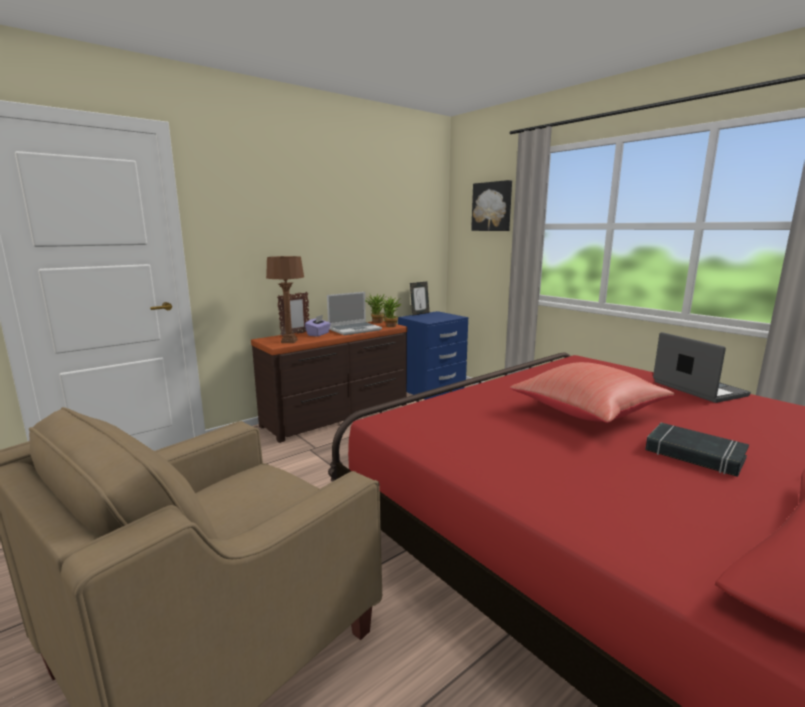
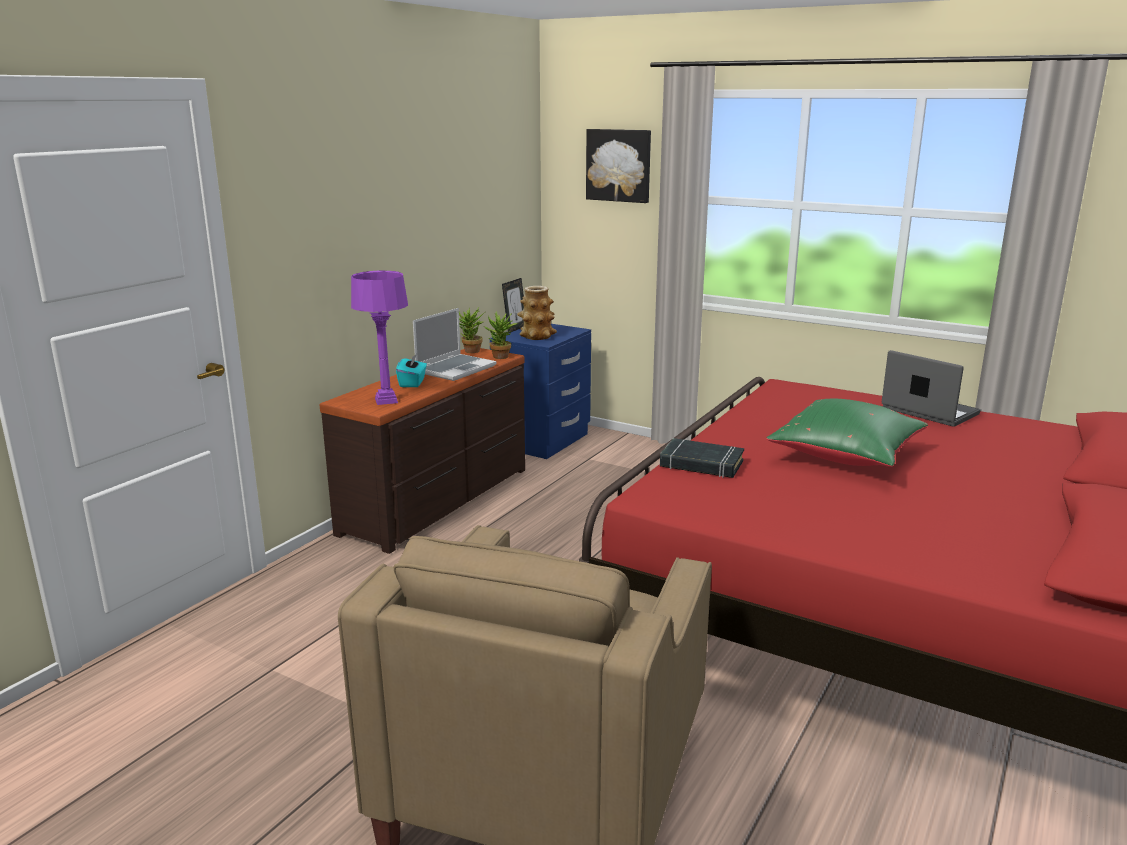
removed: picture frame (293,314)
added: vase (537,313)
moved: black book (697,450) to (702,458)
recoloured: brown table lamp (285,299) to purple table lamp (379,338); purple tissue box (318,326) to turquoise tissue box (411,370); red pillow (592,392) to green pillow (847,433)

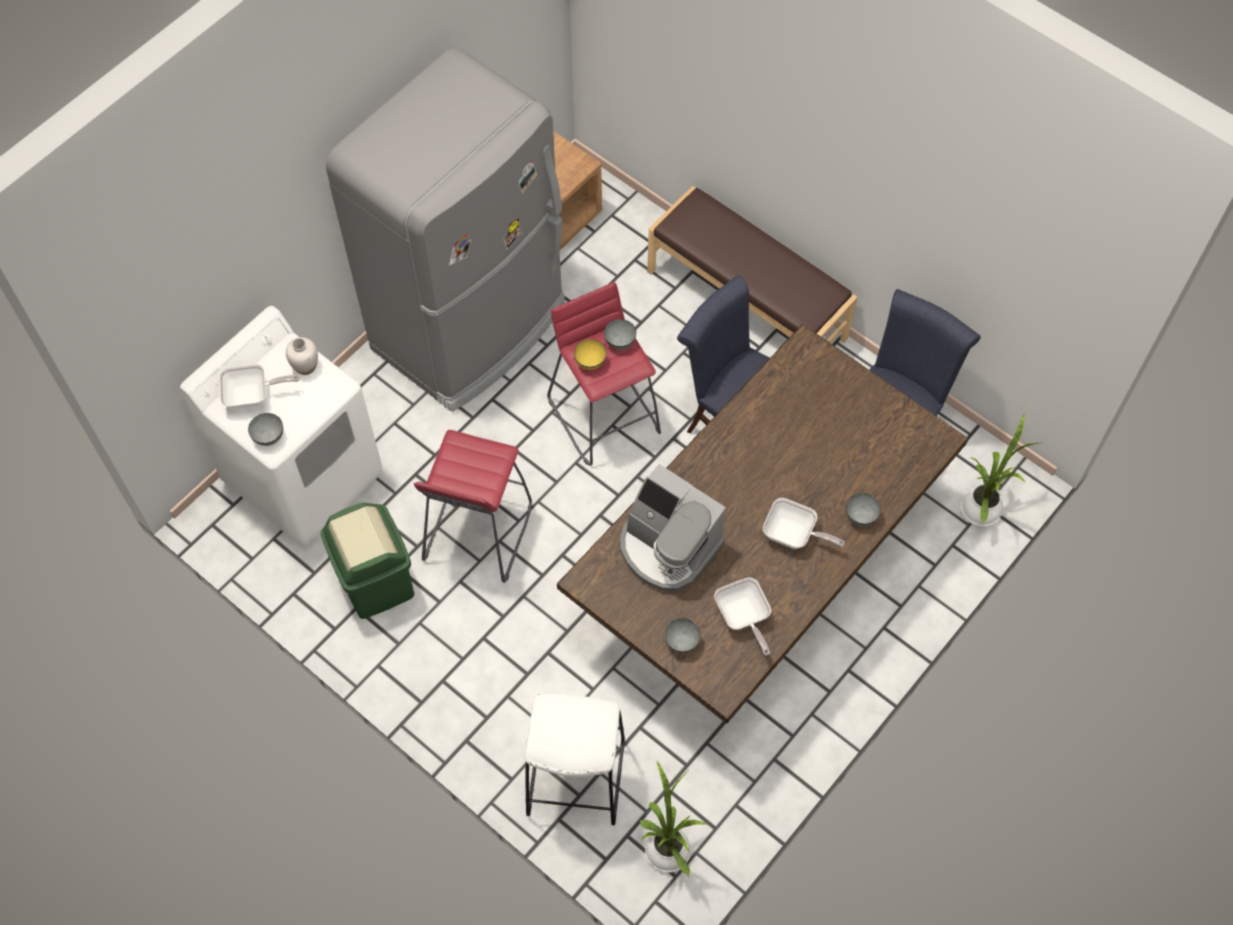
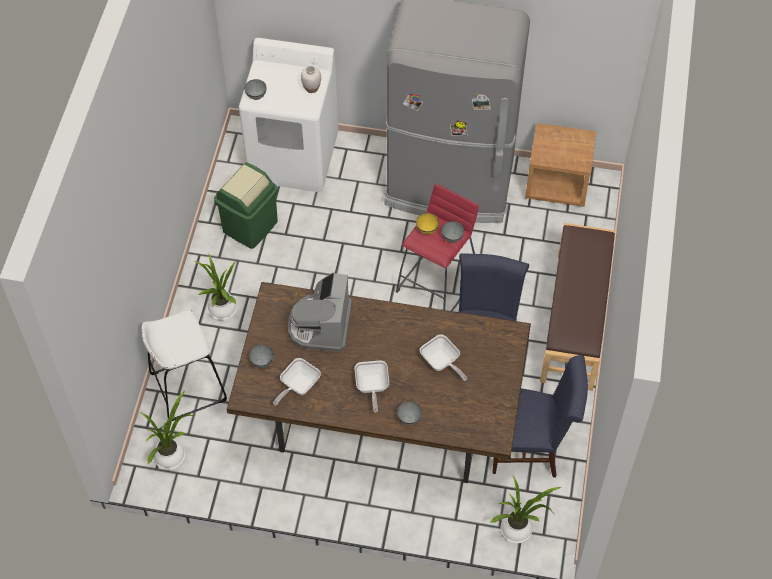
removed: red stool (473,506)
added: potted plant (216,287)
moved: frying pan (259,386) to (443,357)

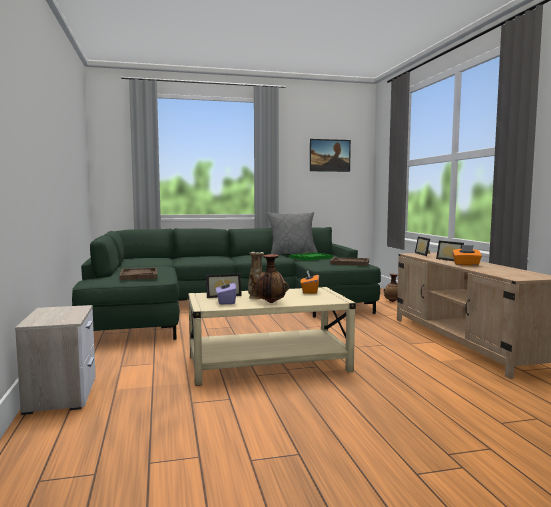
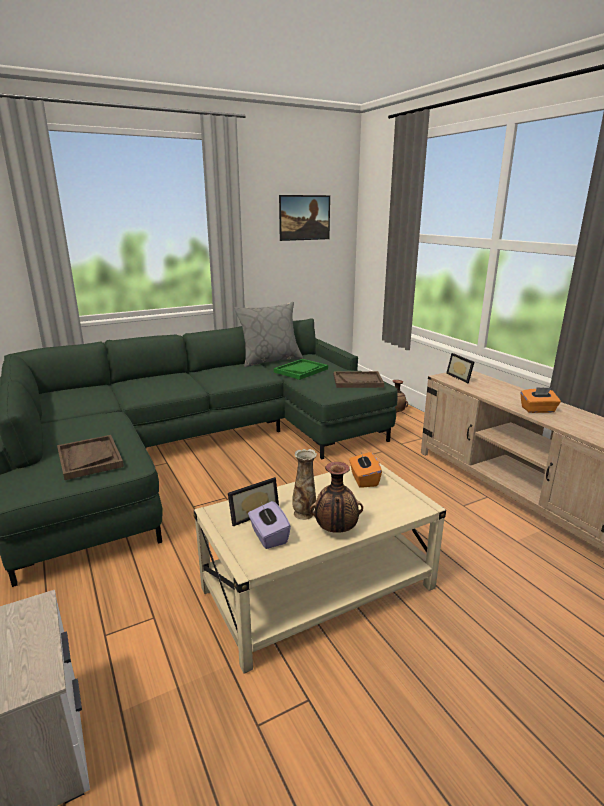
removed: picture frame (450,251)

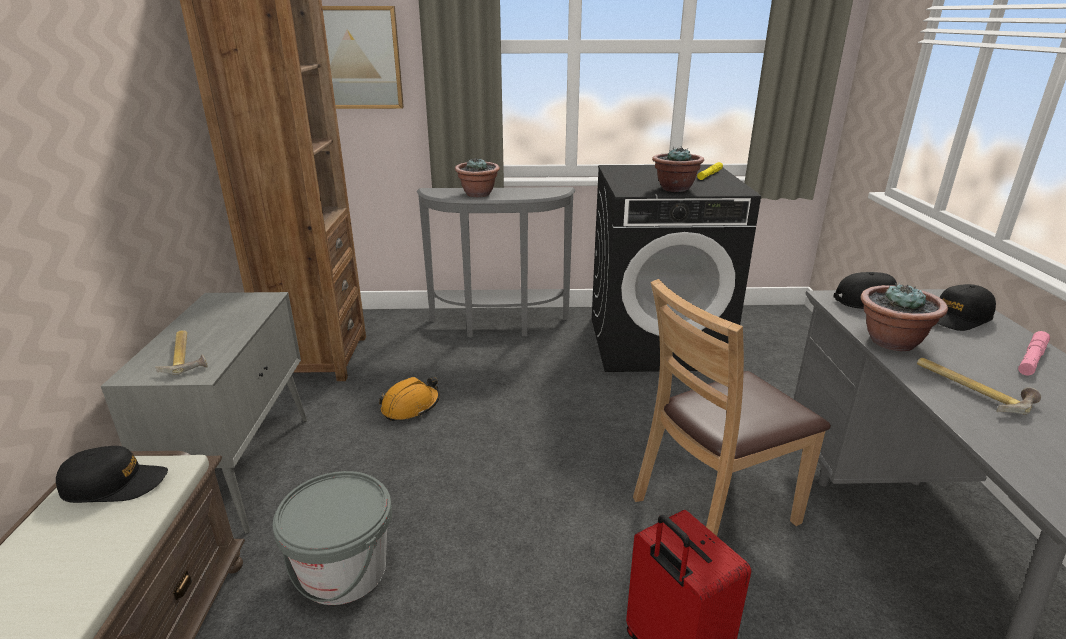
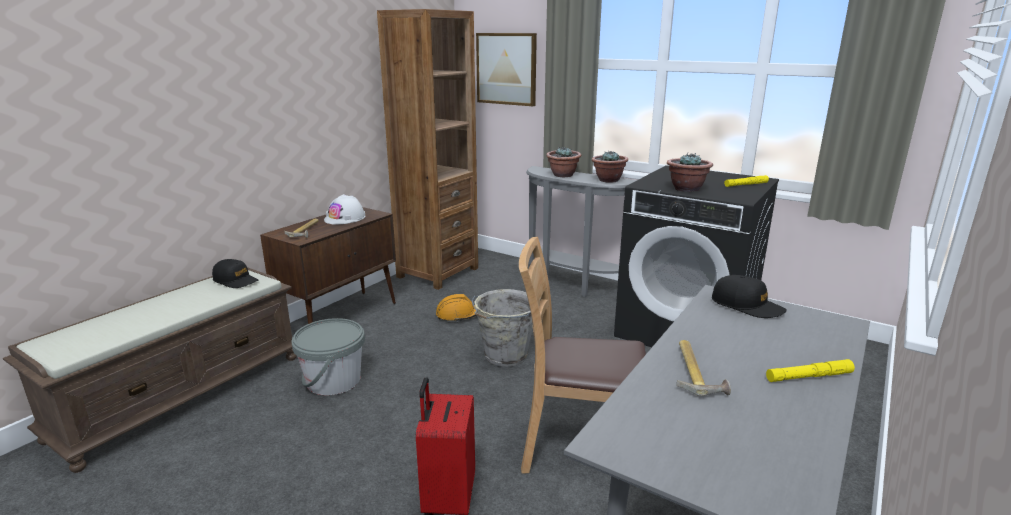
removed: black cap (966,307)
added: white hard hat (344,209); grey bucket (502,328)
moved: potted plant (904,316) to (610,167)
recoloured: grey cabinet (204,413) to brown cabinet (328,265); pink flashlight (1034,353) to yellow flashlight (810,370)

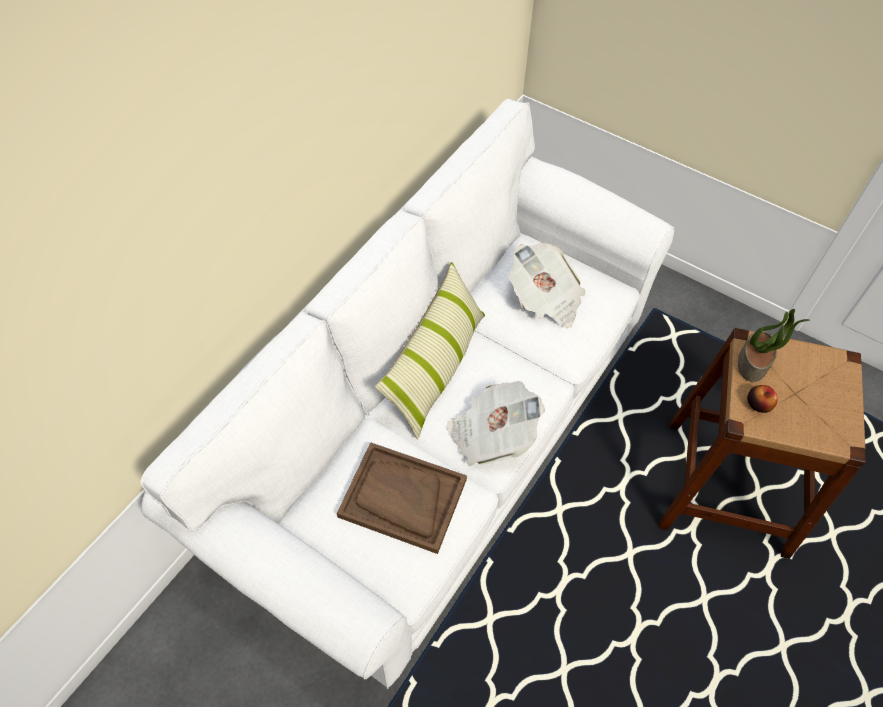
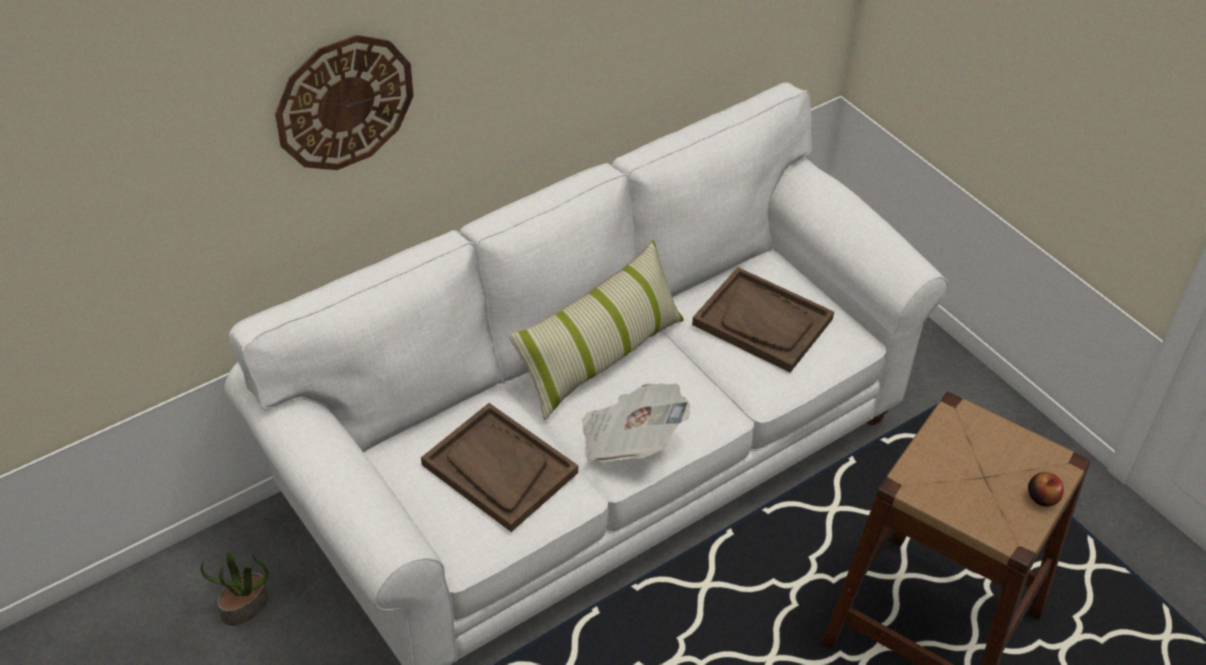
added: wall clock (344,102)
moved: potted plant (774,345) to (235,588); apple (762,399) to (1046,489)
replaced: newspaper (547,285) to brown tray (763,320)

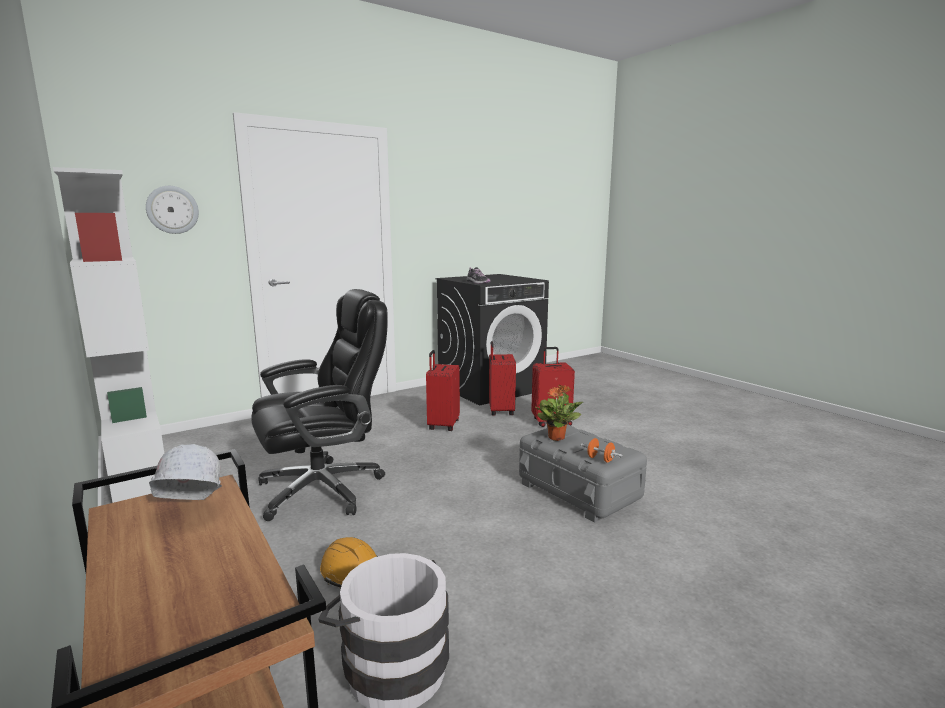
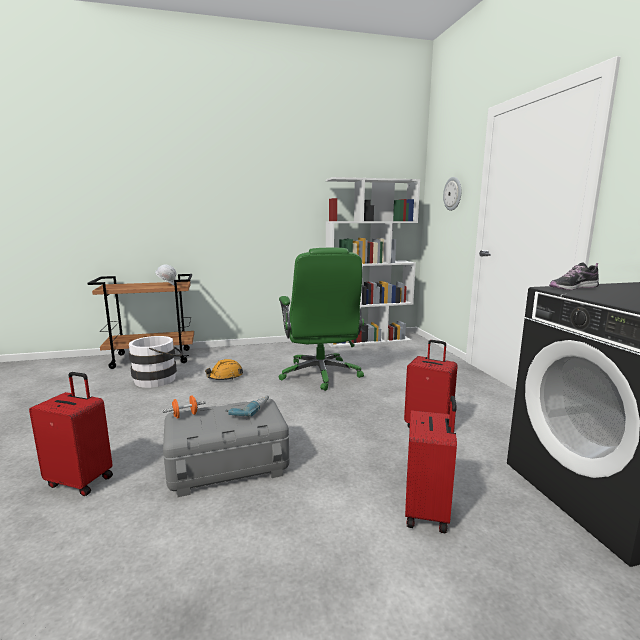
moved: red suitcase (502,378) to (71,434)
replaced: potted plant (559,413) to power drill (247,405)
recoloured: black office chair (319,405) to green office chair (321,319)

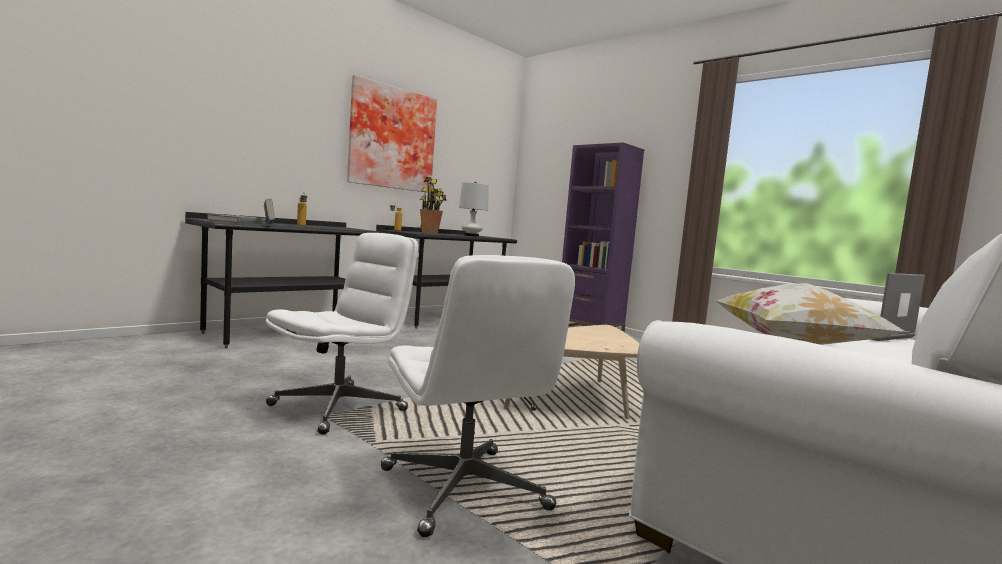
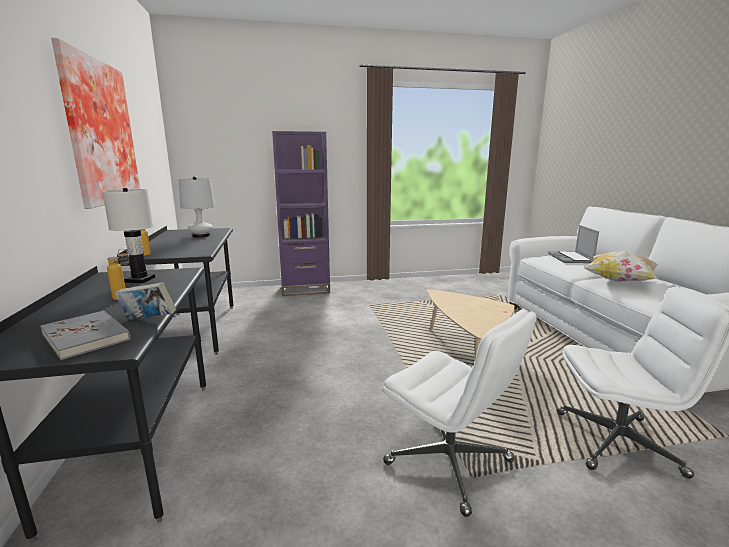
removed: potted plant (433,205)
added: white table lamp (128,235)
turned: white office chair (342,334) = (460,413) 150 degrees clockwise

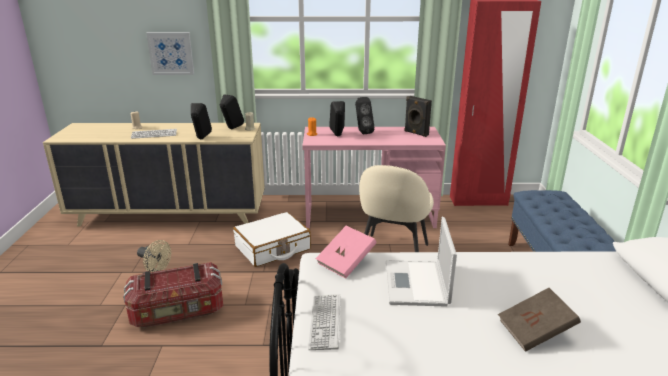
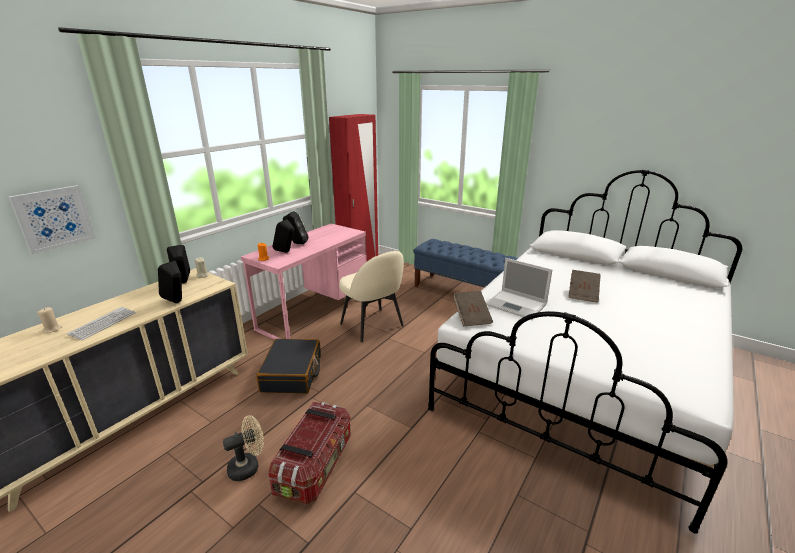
removed: keyboard (324,322); black speaker (418,116)
recoloured: white suitcase (272,239) to black suitcase (288,366); pink book (346,252) to brown book (473,308)

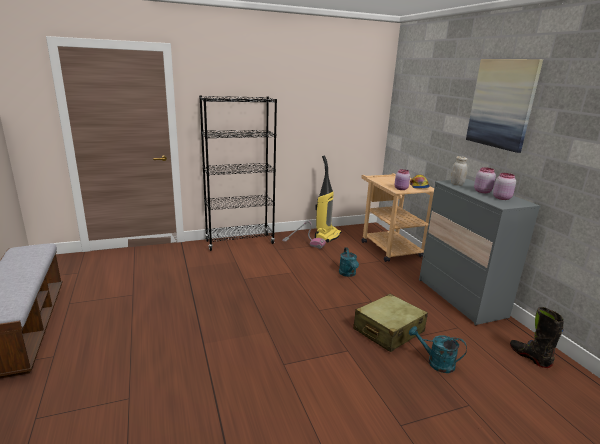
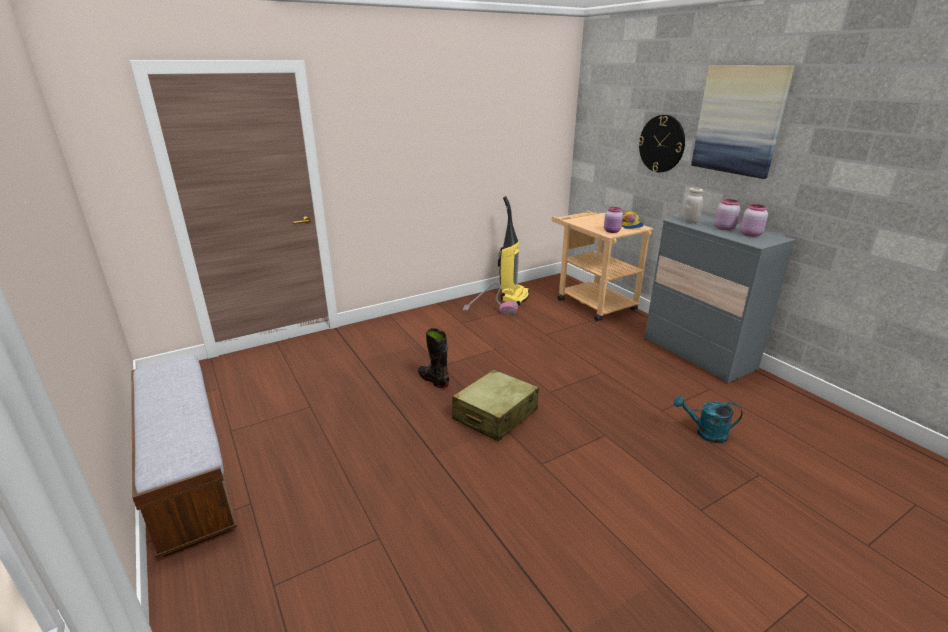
removed: black bookcase (238,173); turquoise watering can (349,262)
added: wall clock (661,144)
moved: beige suitcase (390,323) to (495,405); black boot (537,337) to (433,358)

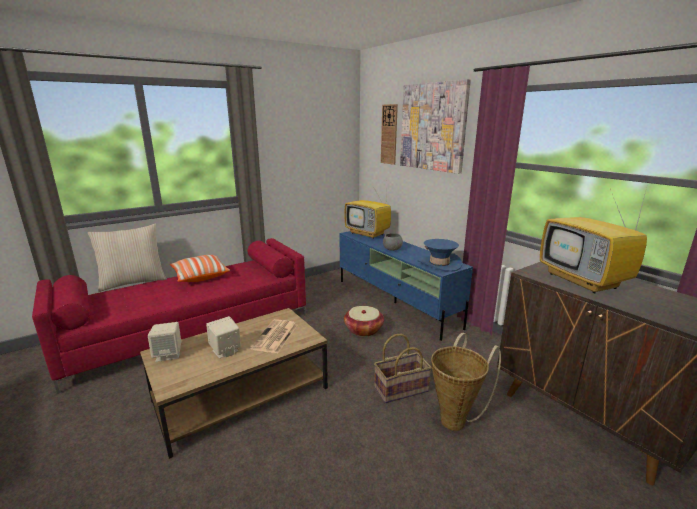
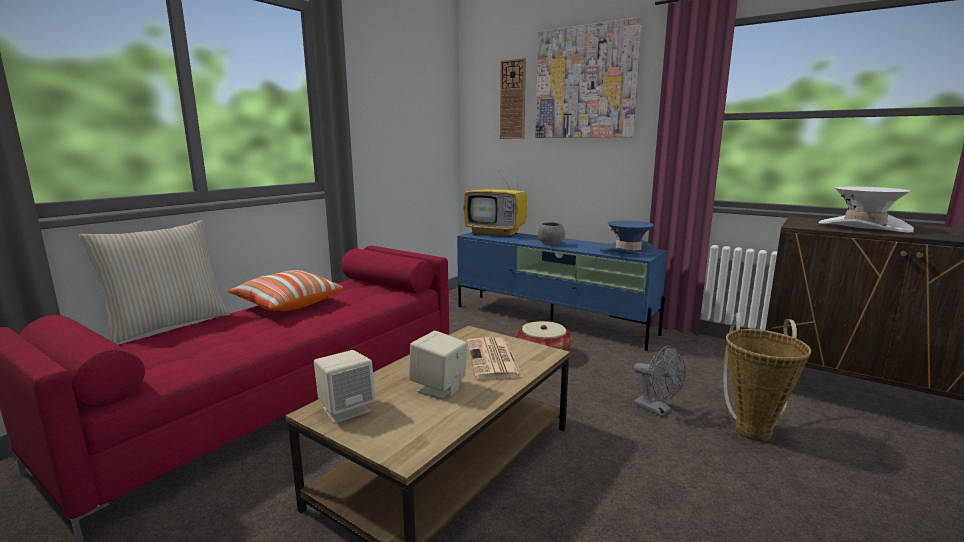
replaced: basket (403,368) to grey fan (660,380); television (593,241) to white hat (866,210)

